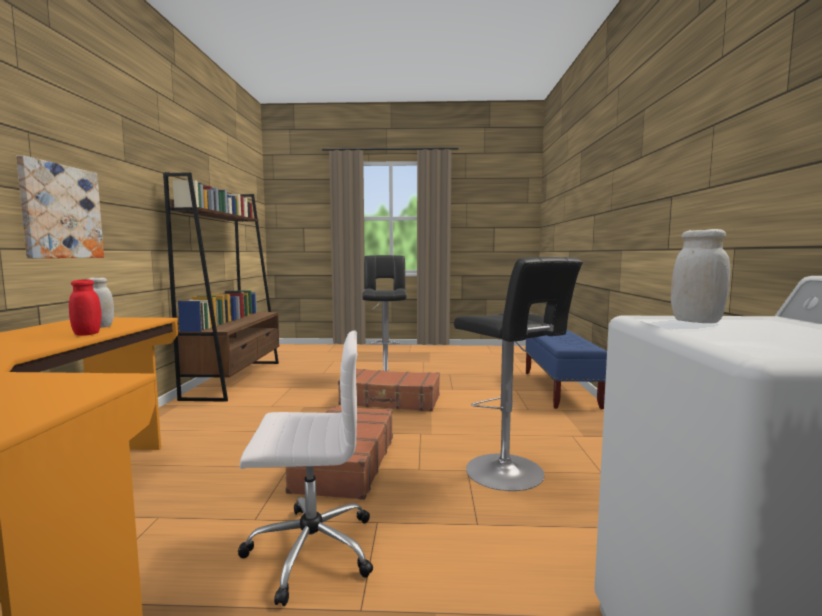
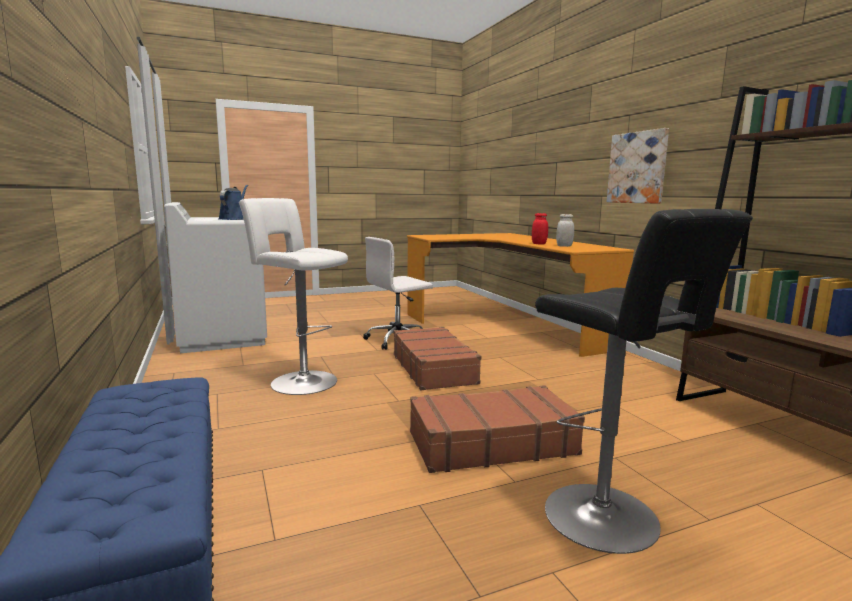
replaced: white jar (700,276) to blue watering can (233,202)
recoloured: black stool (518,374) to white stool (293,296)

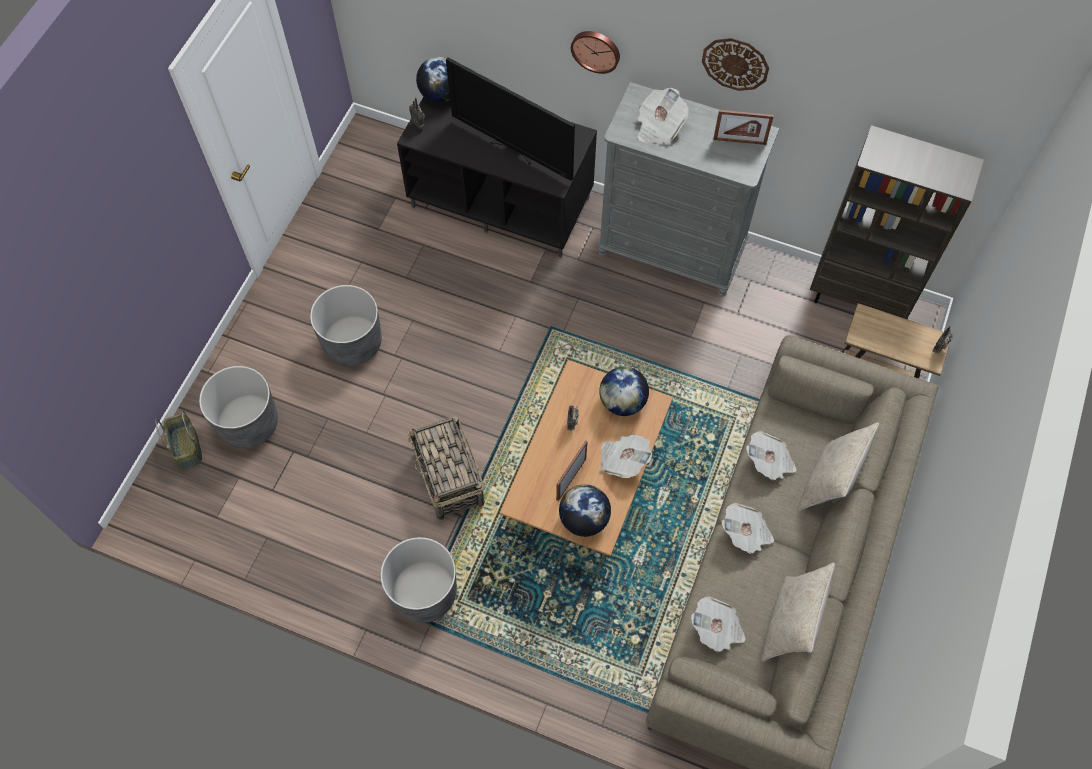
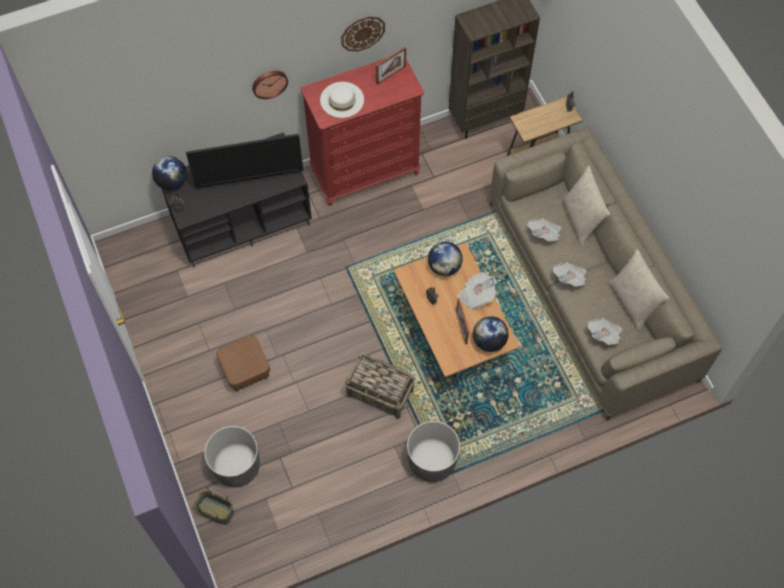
replaced: grey planter (346,325) to brown ottoman (243,363); newspaper (663,116) to white hat (342,100)
recoloured: grey dresser (688,189) to red dresser (362,132)

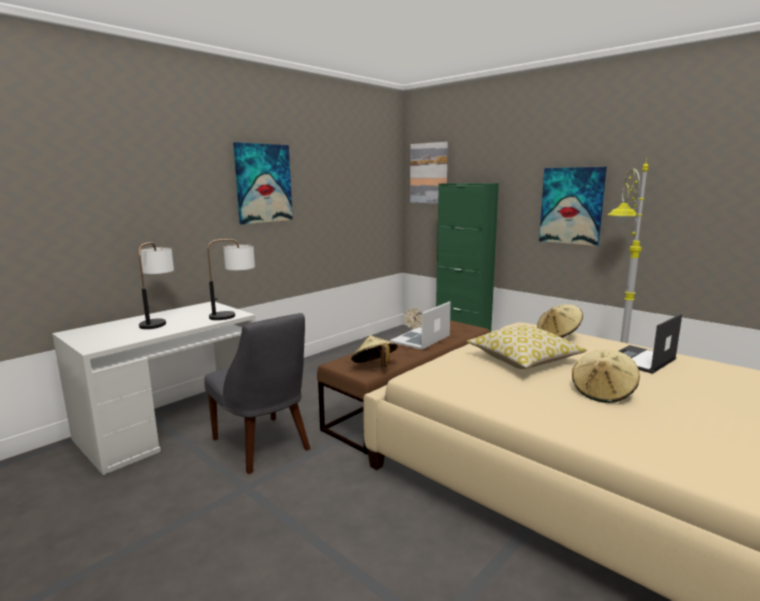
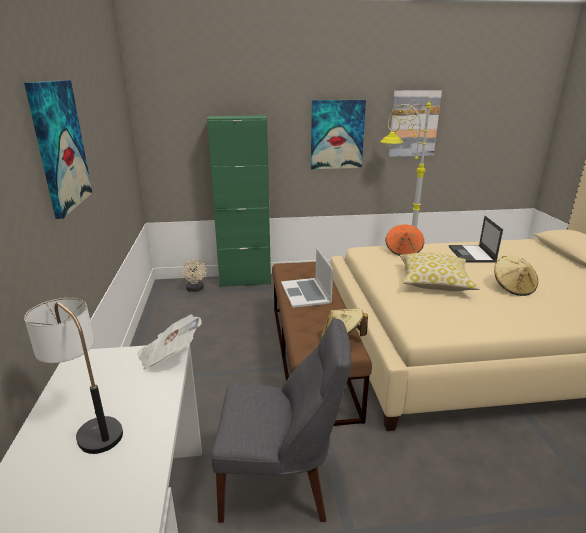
moved: picture (429,173) to (415,123)
replaced: table lamp (231,279) to newspaper (169,342)
recoloured: beige hat (560,321) to orange hat (404,240)

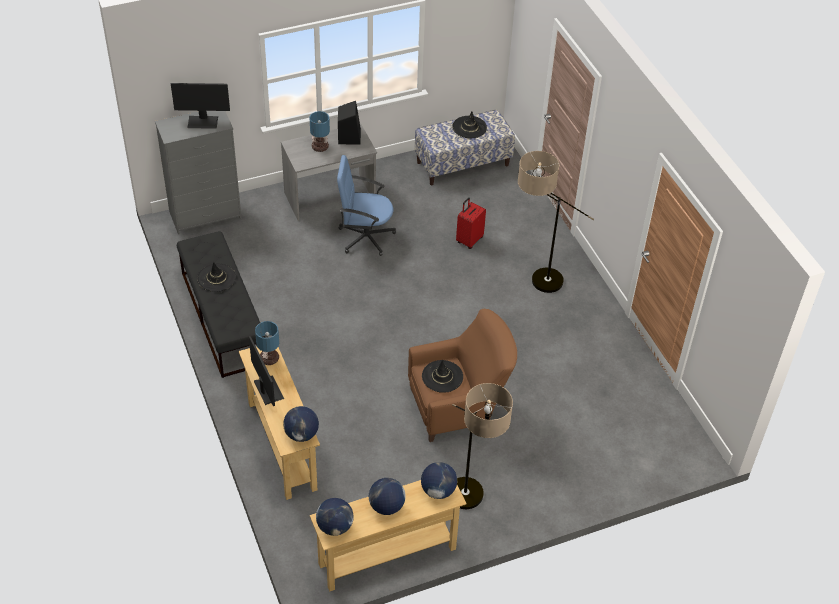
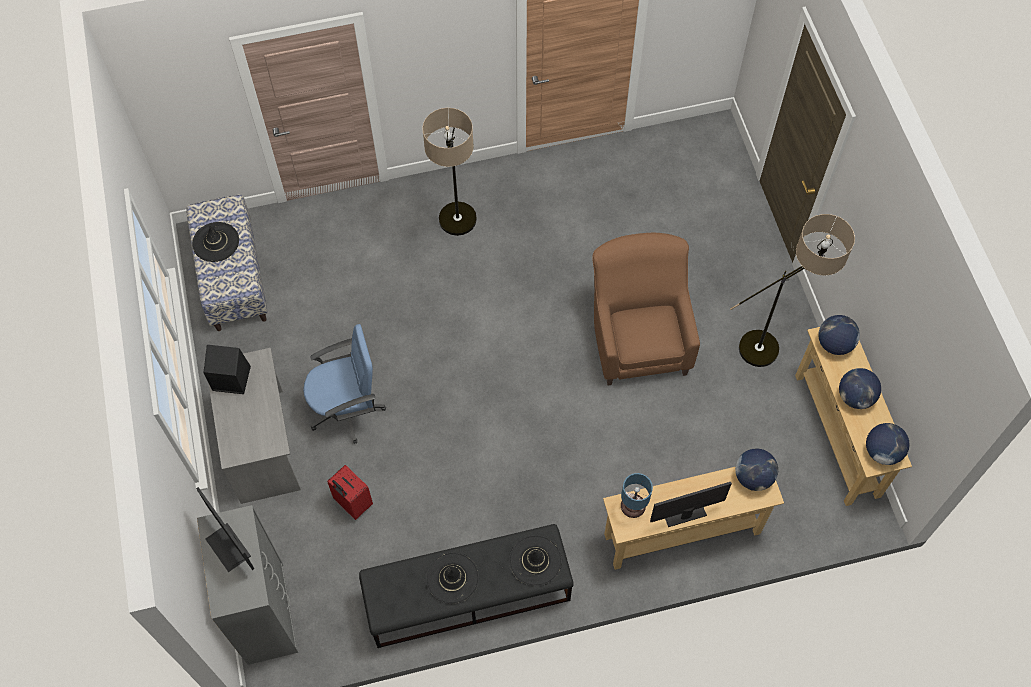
removed: table lamp (320,131)
moved: black hat (442,376) to (535,560); red suitcase (471,223) to (350,492)
turned: monitor (200,106) = (225,529) 135 degrees clockwise; blue office chair (366,205) = (344,384) 120 degrees counterclockwise

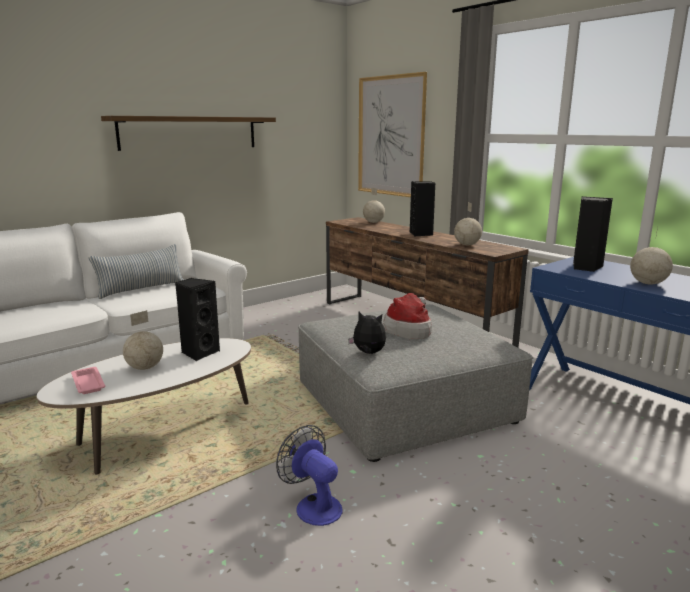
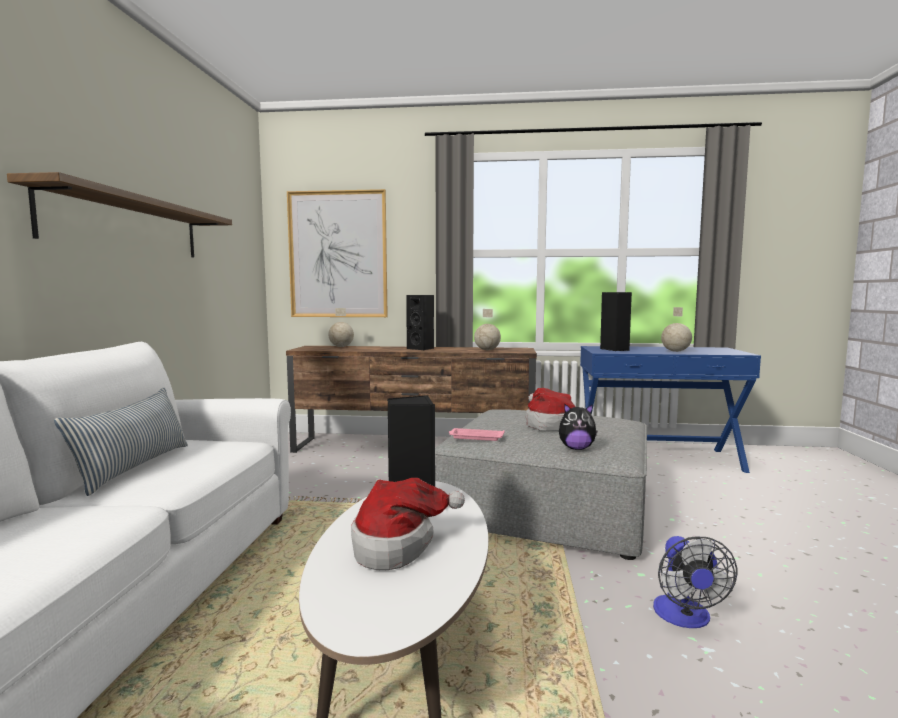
moved: pink tray (88,380) to (477,434)
replaced: globe (143,340) to hat (408,524)
turned: fan (309,475) = (695,582) 90 degrees counterclockwise; plush toy (367,333) = (578,426) 150 degrees counterclockwise

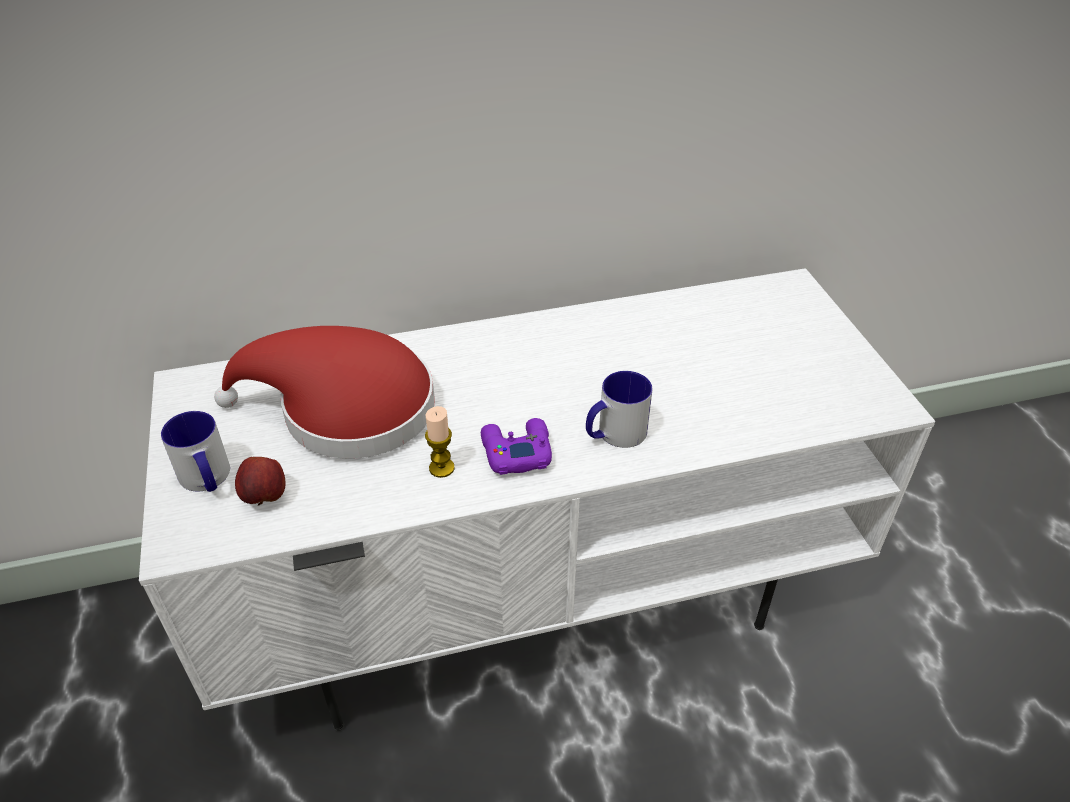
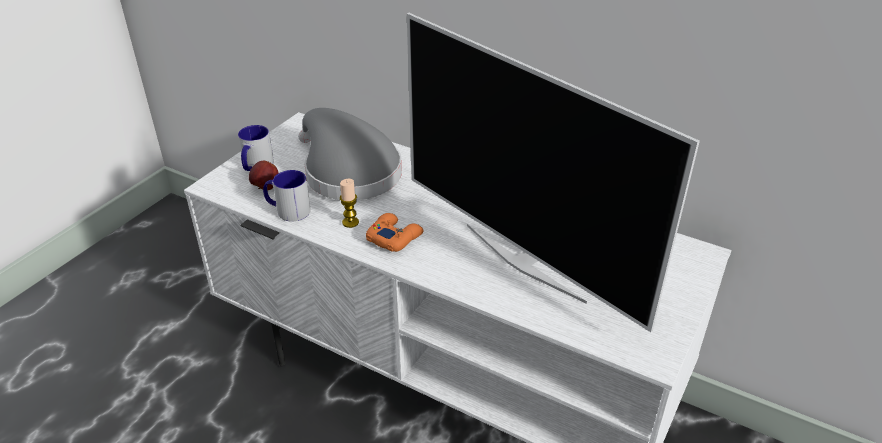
added: television (553,172)
moved: mug (619,409) to (287,195)
recoloured: red hat (324,392) to grey hat (350,154); purple game controller (516,446) to orange game controller (394,232)

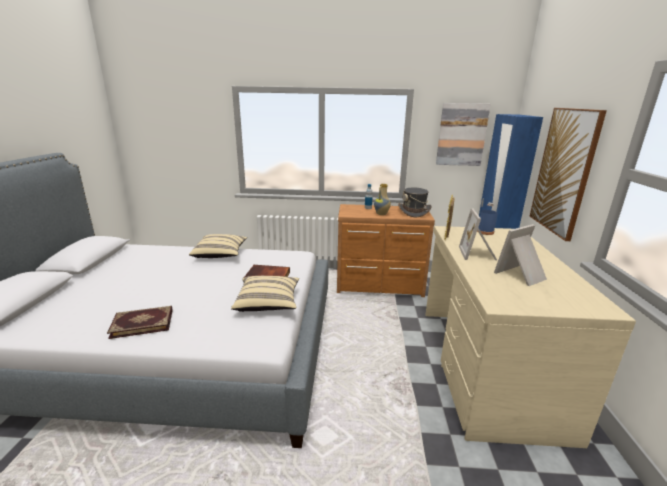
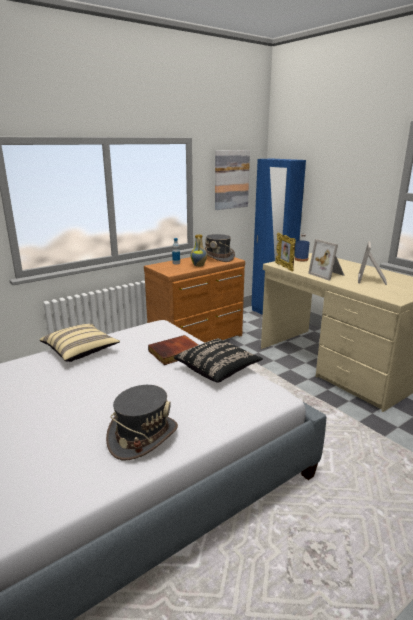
removed: picture (568,174)
replaced: book (140,322) to grey hat (142,422)
recoloured: beige pillow (265,294) to black pillow (218,360)

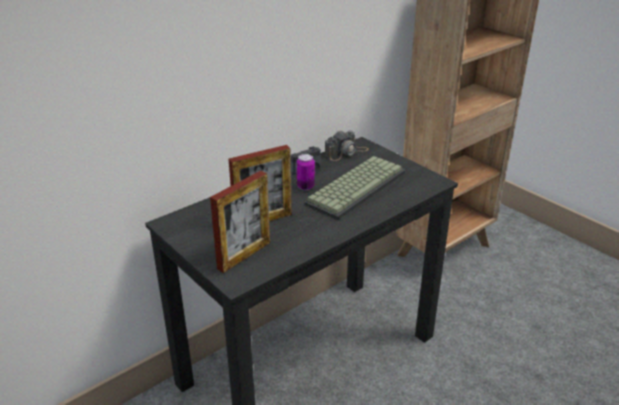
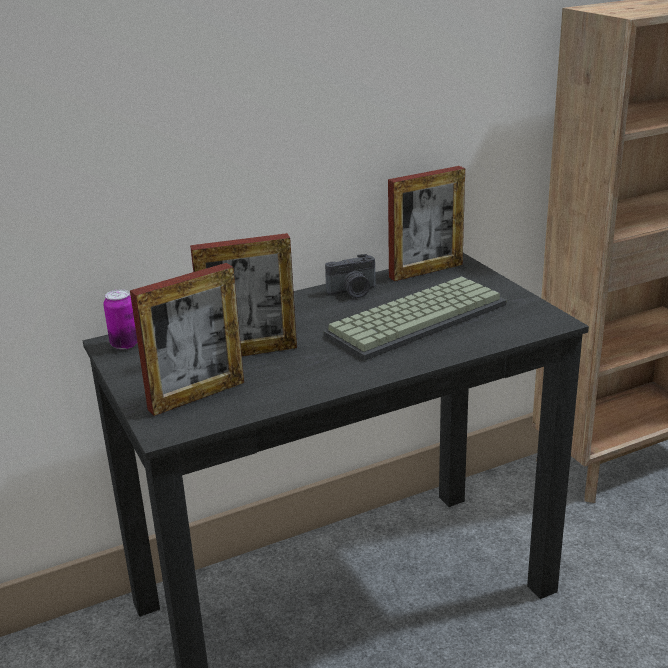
moved: can (306,172) to (120,319)
replaced: photo camera (347,145) to picture frame (426,223)

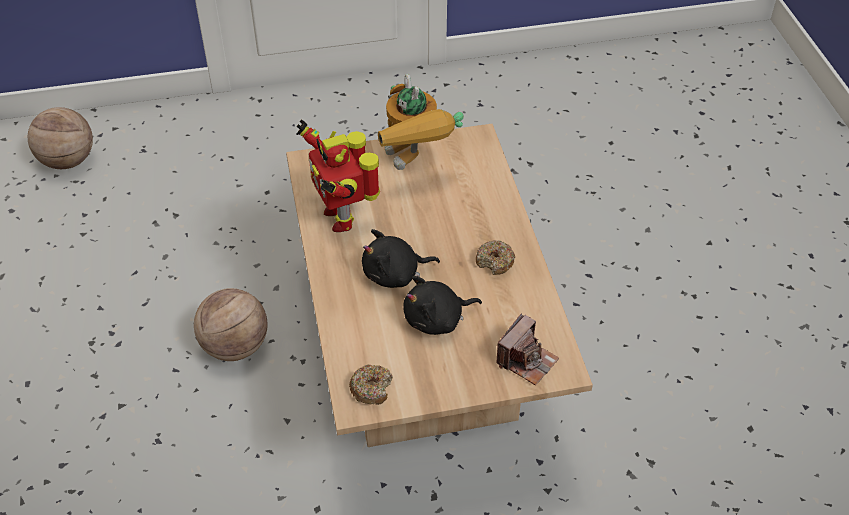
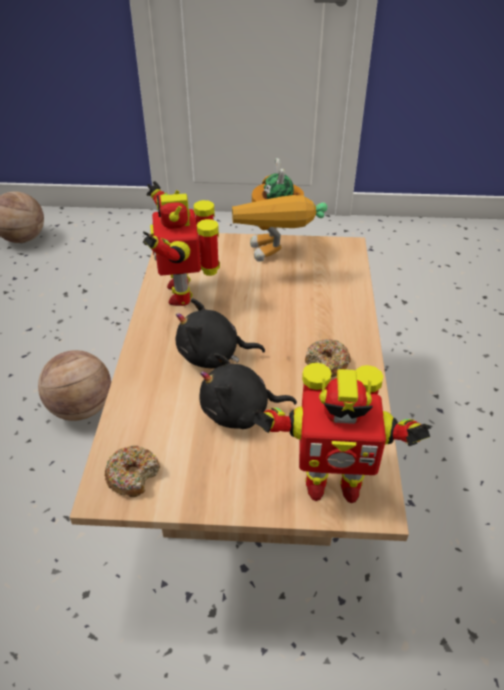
replaced: photo camera (527,349) to toy robot (341,433)

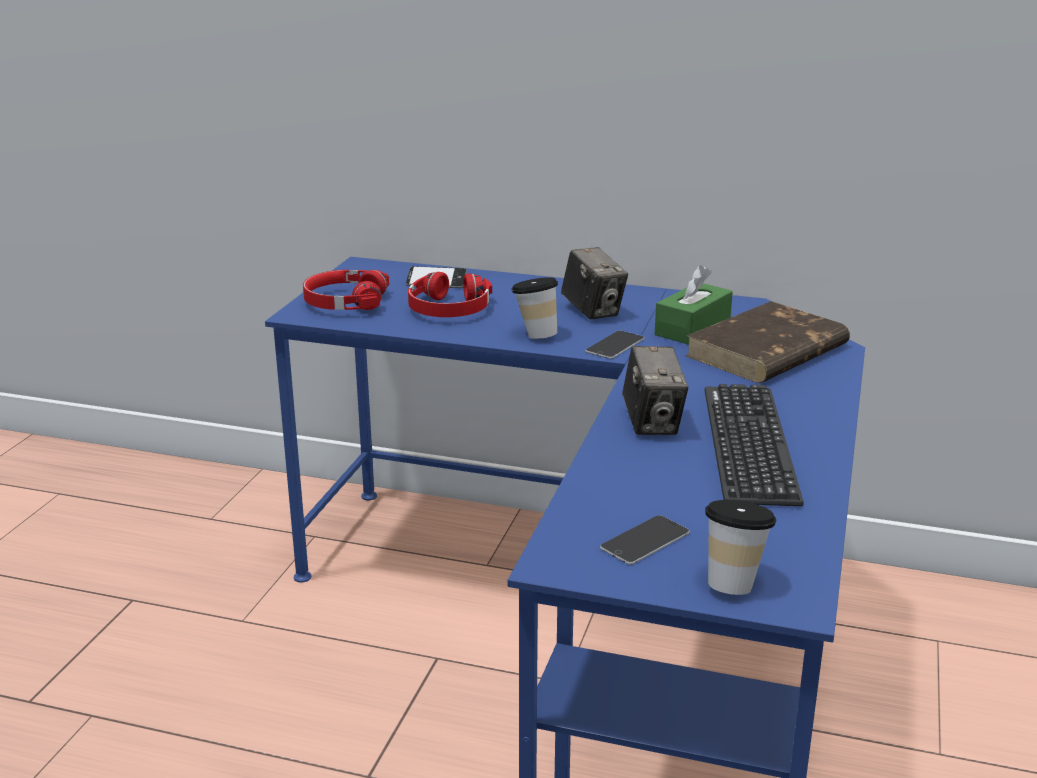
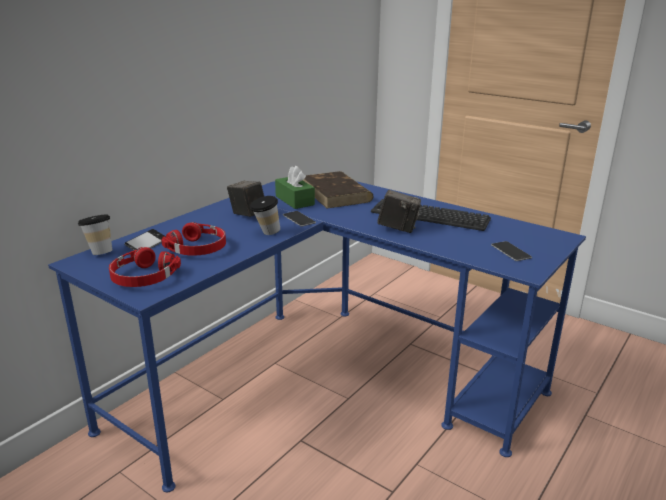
moved: cup (740,547) to (95,234)
turned: photo camera (594,283) = (245,199) 120 degrees counterclockwise

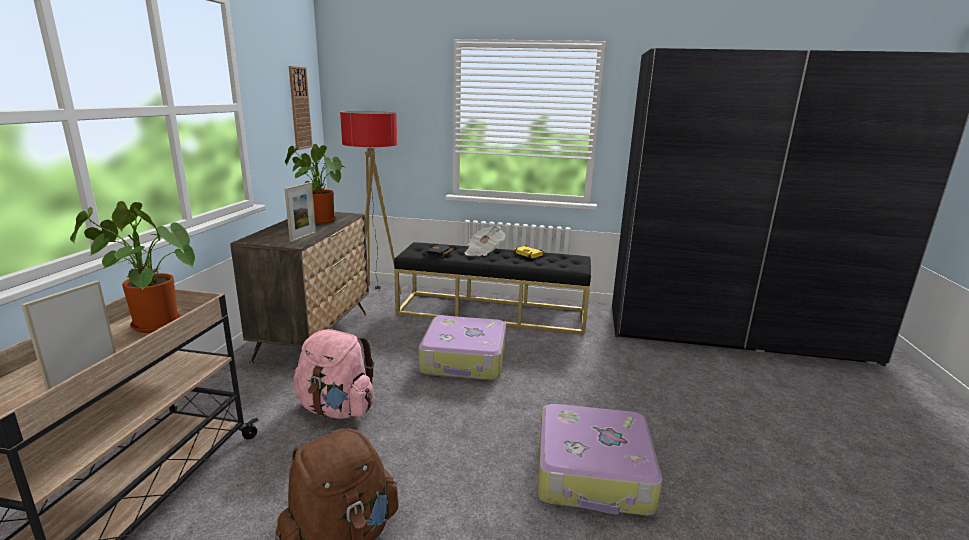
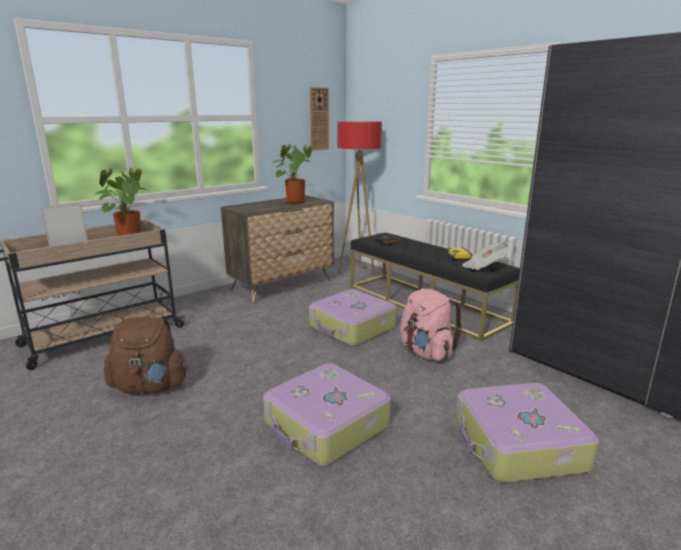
removed: picture frame (300,212)
added: suitcase (527,433)
moved: pink backpack (334,374) to (431,325); newspaper (485,241) to (485,256)

